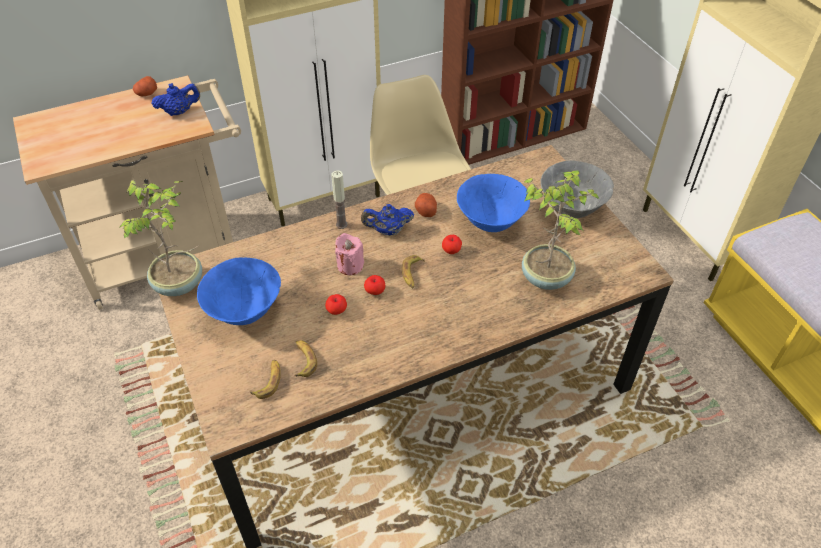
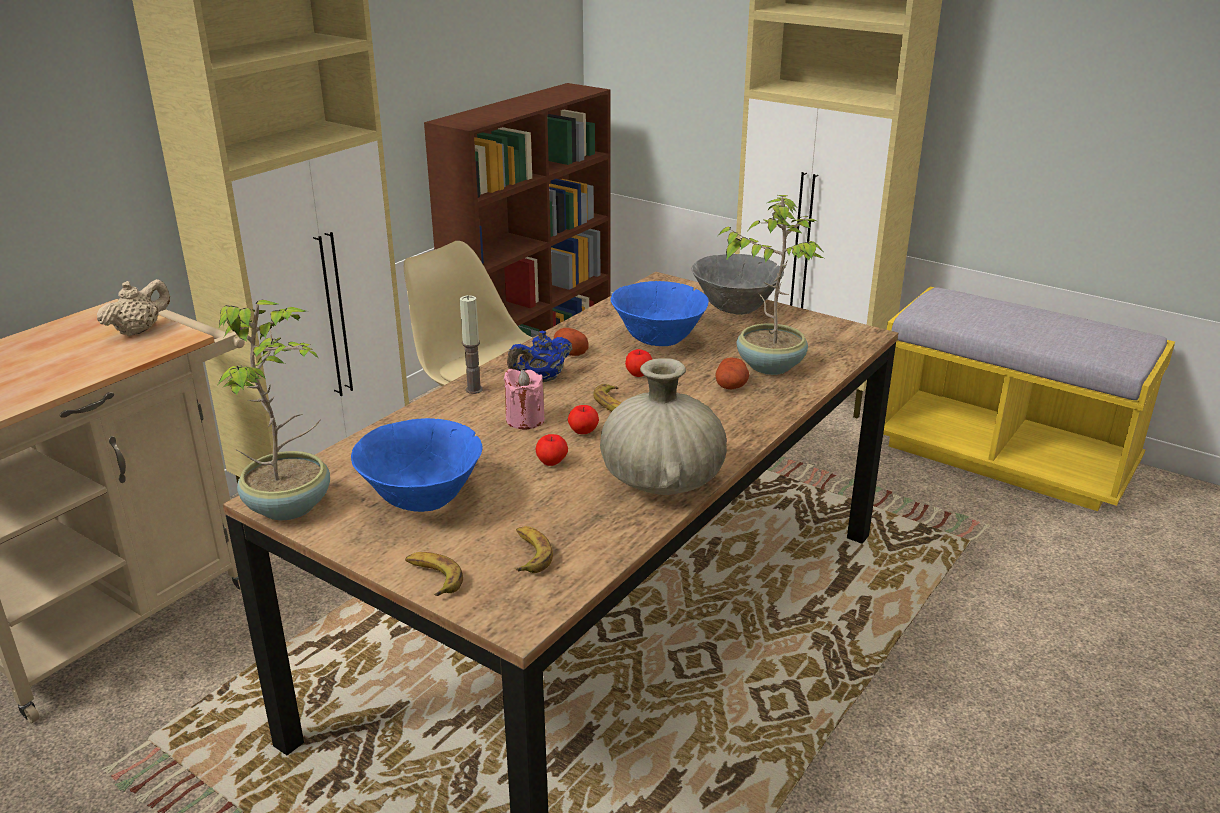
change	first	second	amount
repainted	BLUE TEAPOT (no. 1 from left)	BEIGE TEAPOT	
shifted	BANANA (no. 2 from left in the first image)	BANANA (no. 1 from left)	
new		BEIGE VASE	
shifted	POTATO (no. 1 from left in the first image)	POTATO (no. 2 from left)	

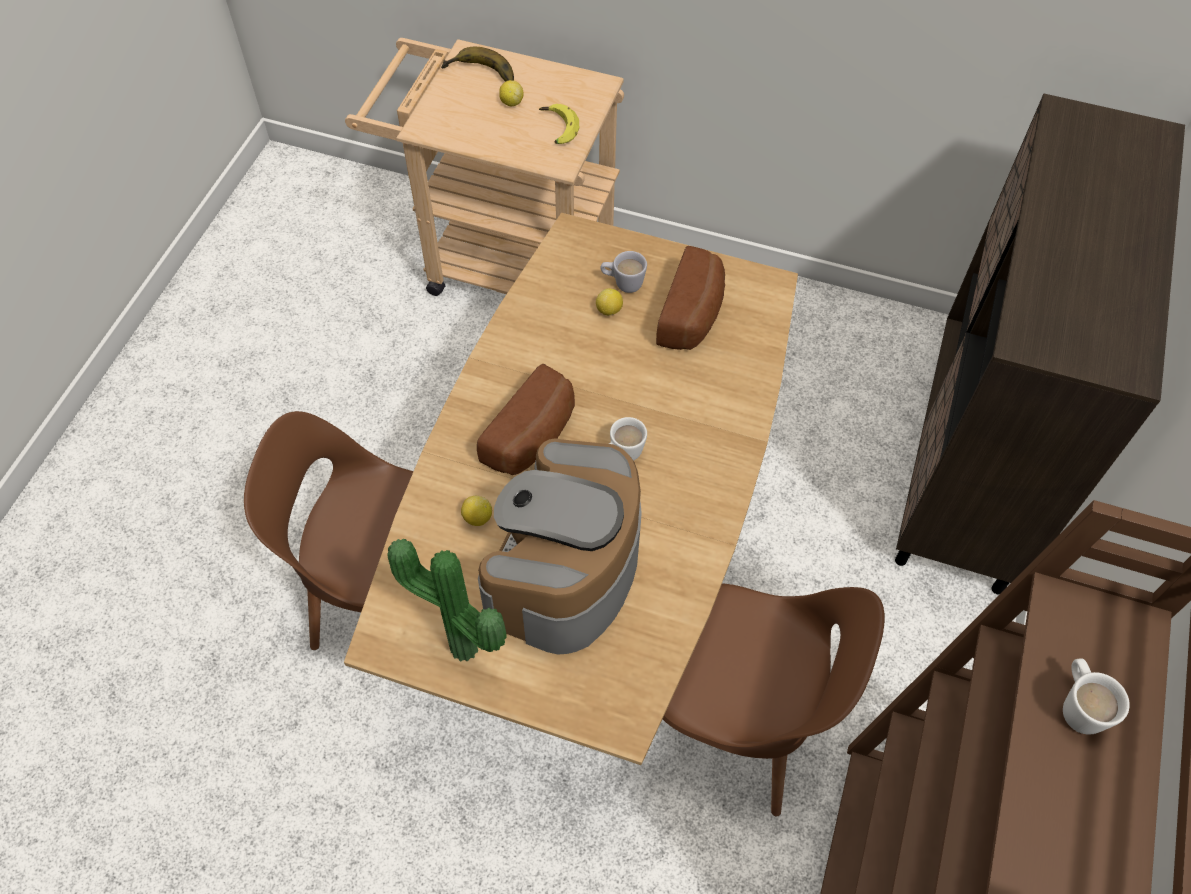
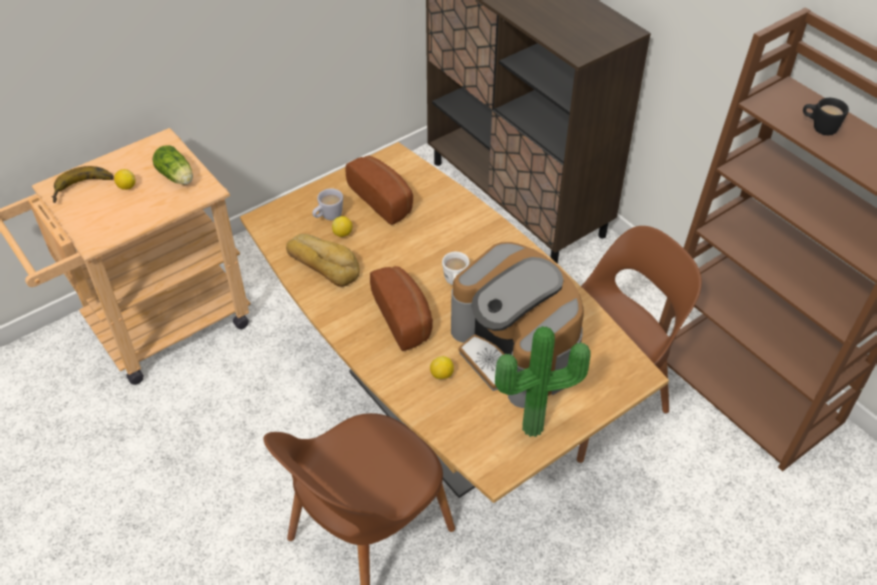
change	first	second	amount
swapped	BANANA (no. 2 from left)	LETTUCE	
new		BREAD (no. 1 from left)	
repainted	WHITE MUG (no. 3 from left)	BLACK MUG	

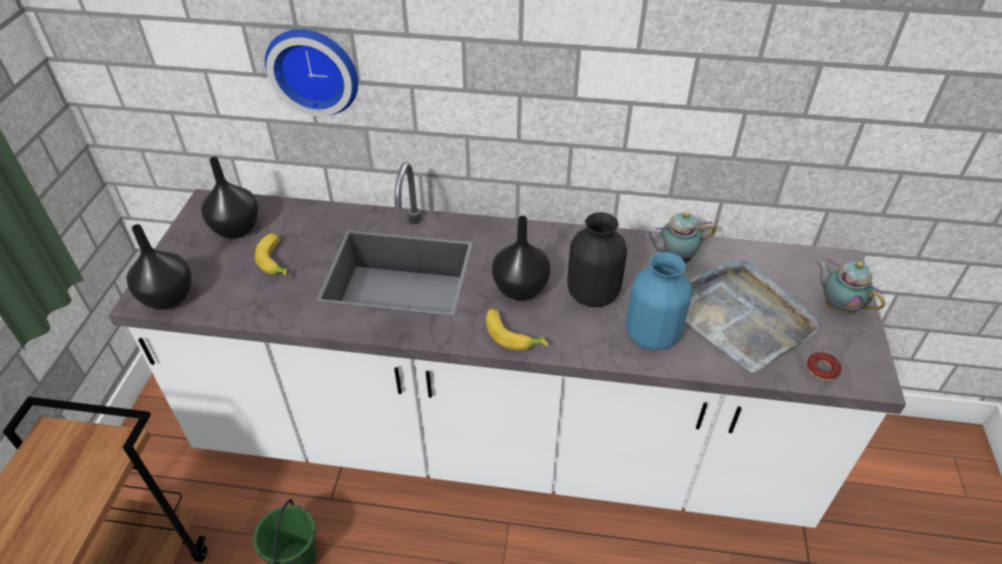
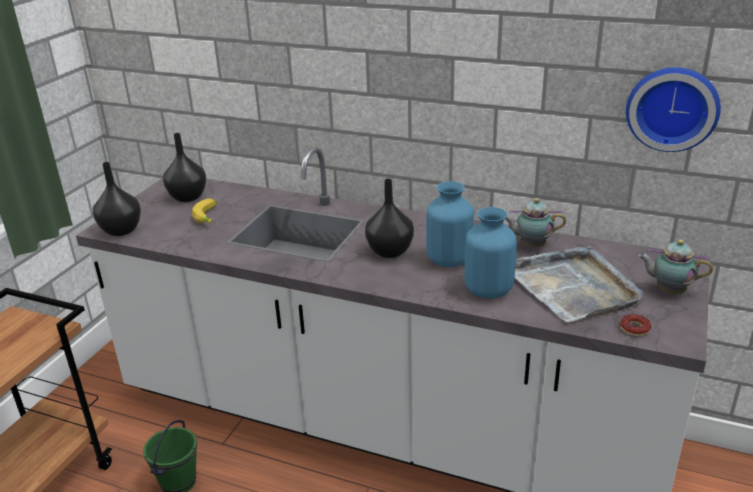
change	first	second	amount
repainted	BLACK VASE (no. 4 from left)	BLUE VASE (no. 1 from left)	
shifted	WALL CLOCK		
rotated	TEAPOT (no. 2 from left)		45 degrees counterclockwise
gone	BANANA (no. 2 from left)		

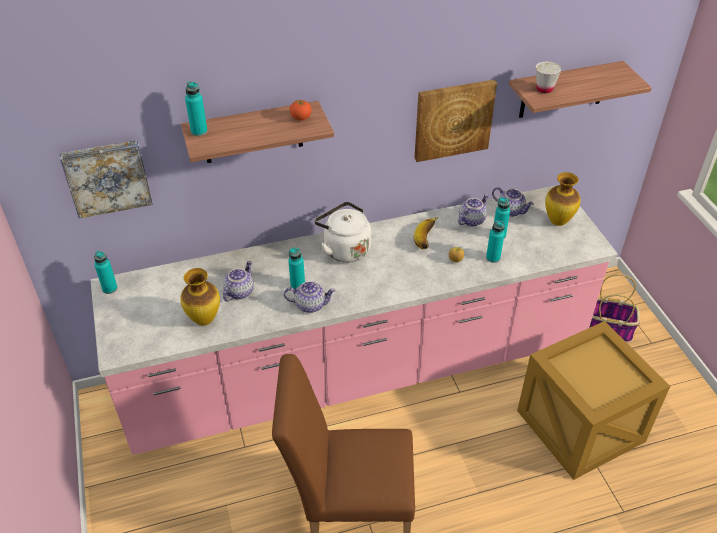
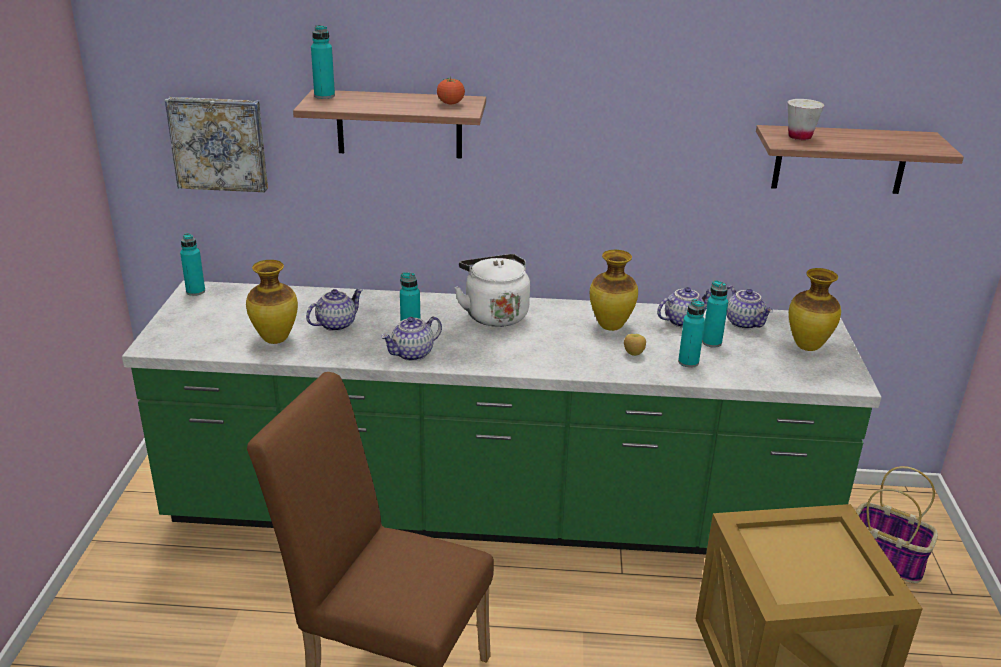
change	first	second	amount
repainted	PINK COUNTER	GREEN COUNTER	
rotated	TEAPOT (no. 2 from left)		120 degrees clockwise
swapped	BANANA	VASE (no. 2 from left)	
gone	PICTURE (no. 2 from left)		

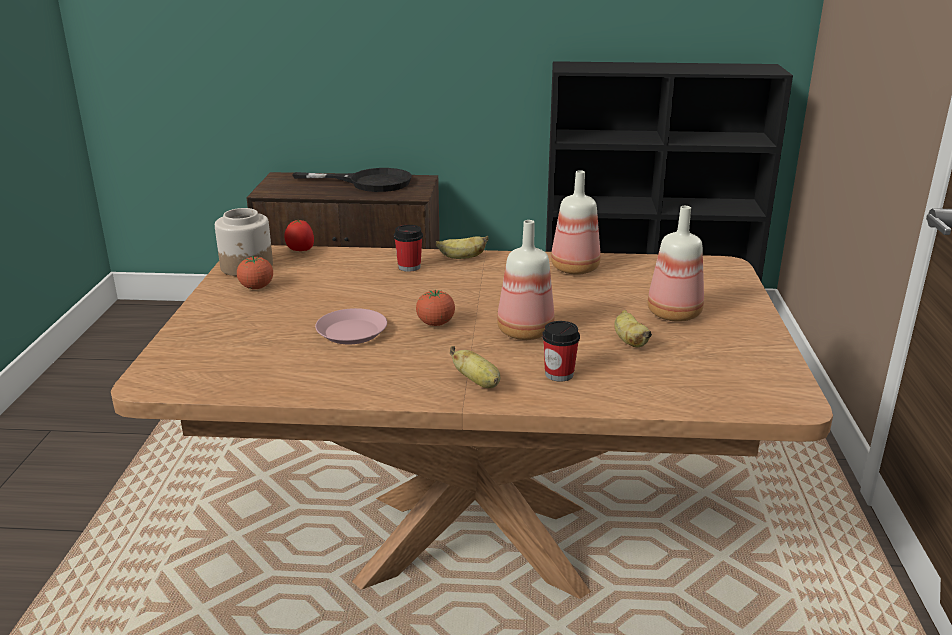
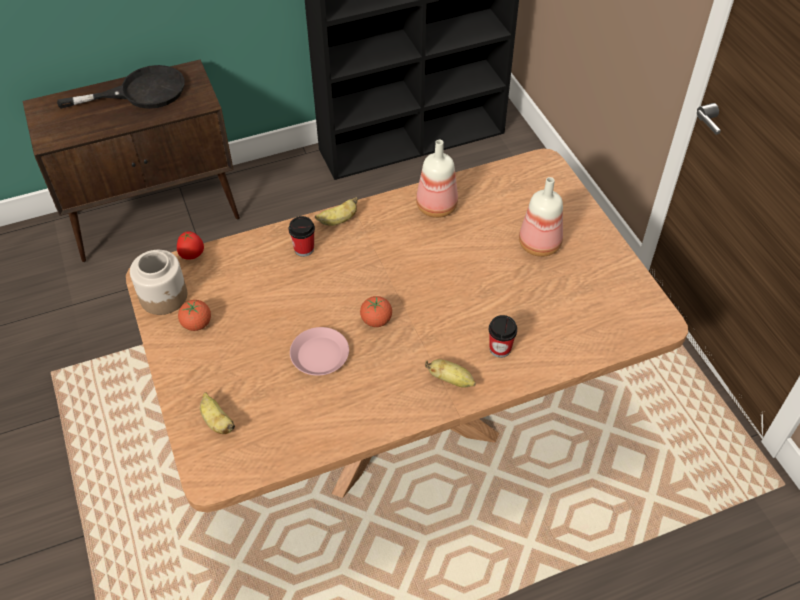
change	first	second	amount
shifted	BANANA (no. 3 from left in the first image)	BANANA (no. 1 from left)	
gone	BOTTLE (no. 1 from left)		

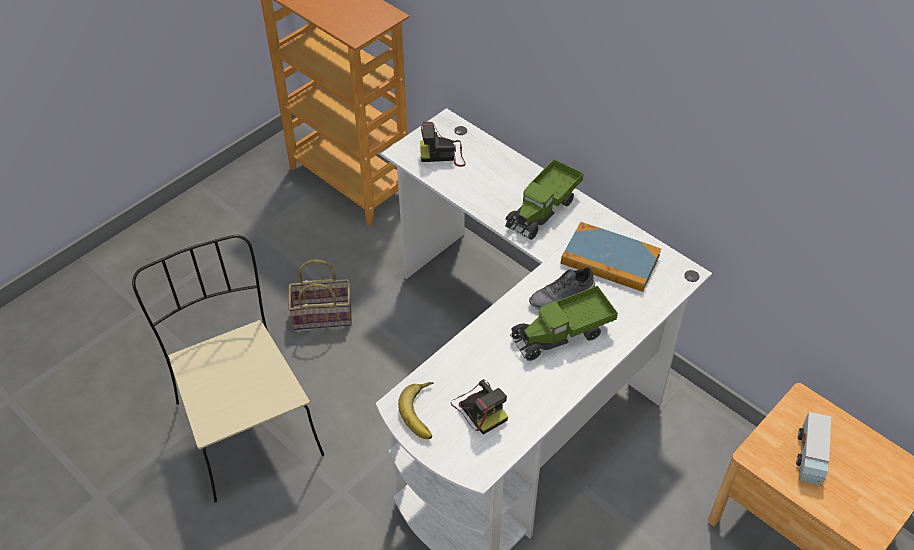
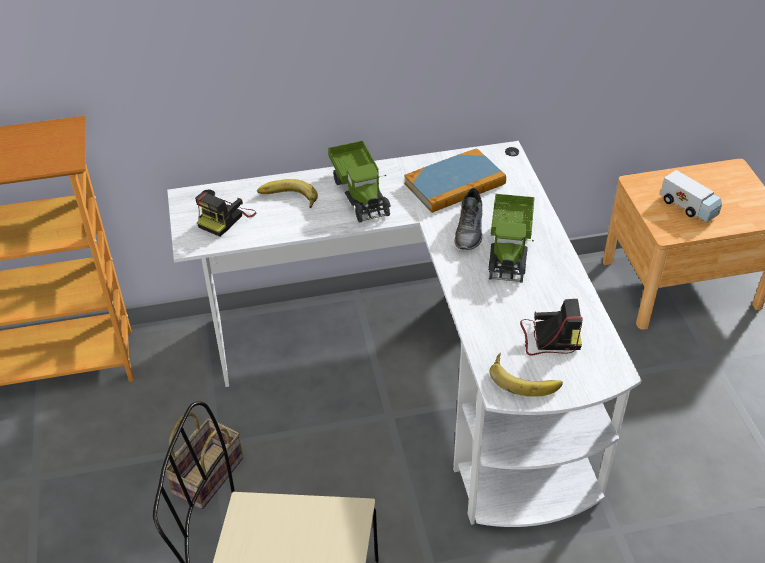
change	first	second	amount
new		BANANA (no. 1 from left)	

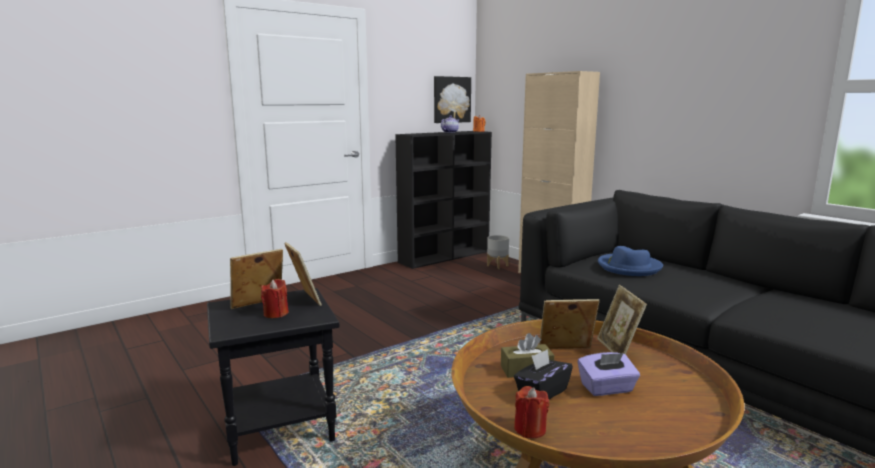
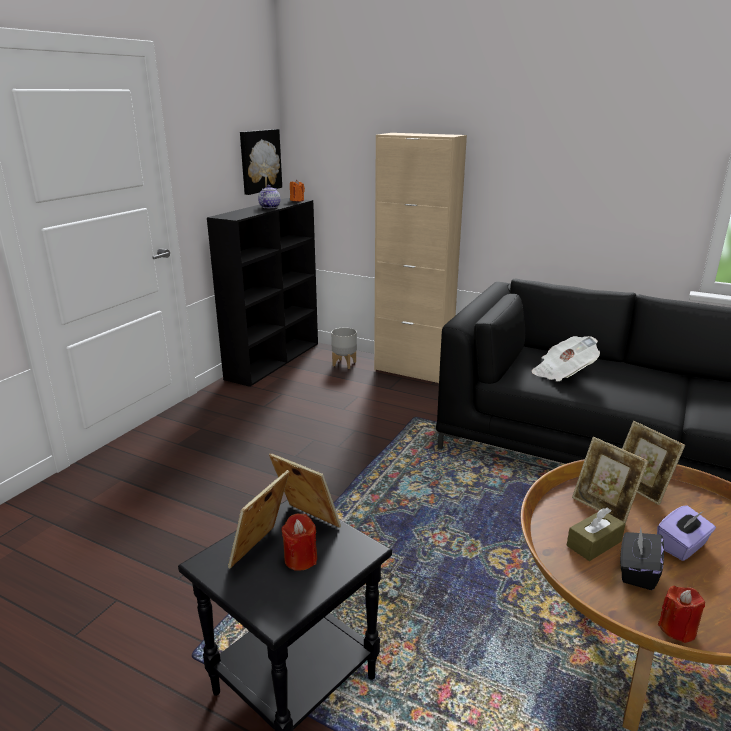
change	first	second	amount
swapped	BLUE HAT	NEWSPAPER	
rotated	PICTURE FRAME (no. 3 from left)		105 degrees counterclockwise

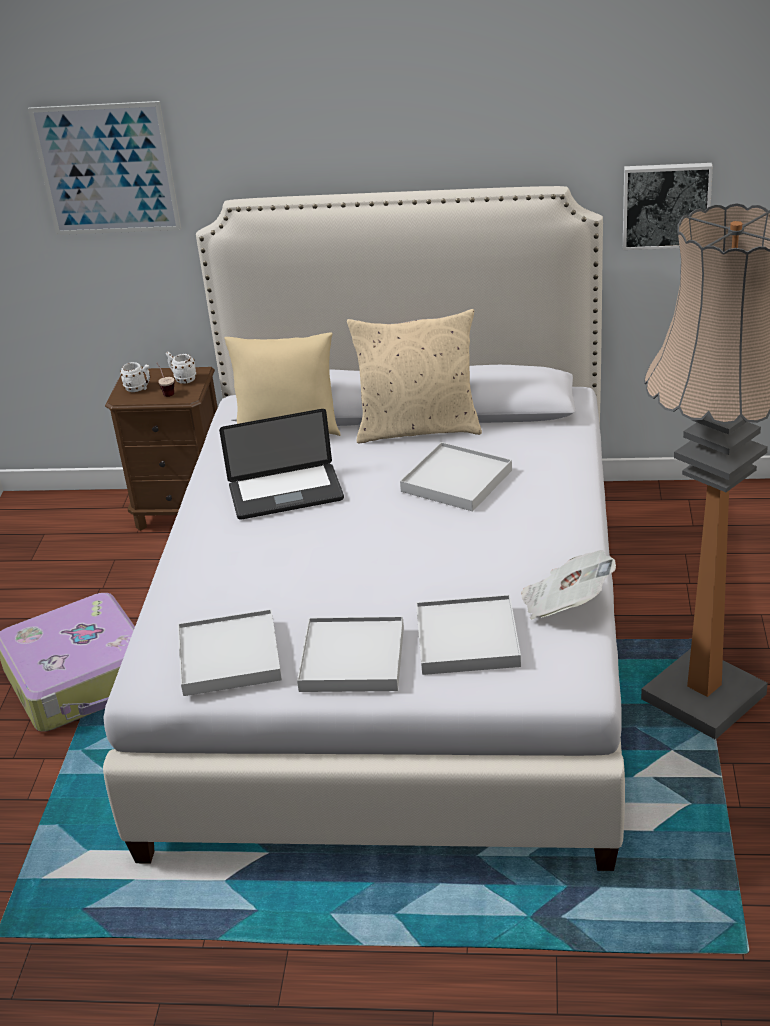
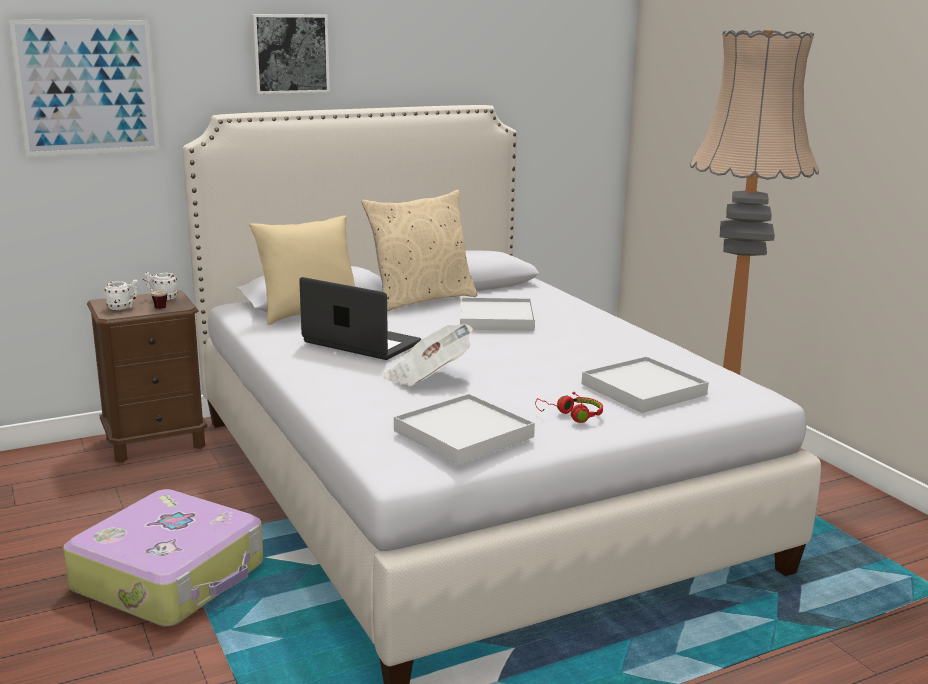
change	first	second	amount
shifted	PICTURE (no. 2 from left)		
rotated	LAPTOP		105 degrees counterclockwise
shifted	NEWSPAPER		
swapped	WHITE TRAY (no. 2 from left)	RED HEADPHONES	

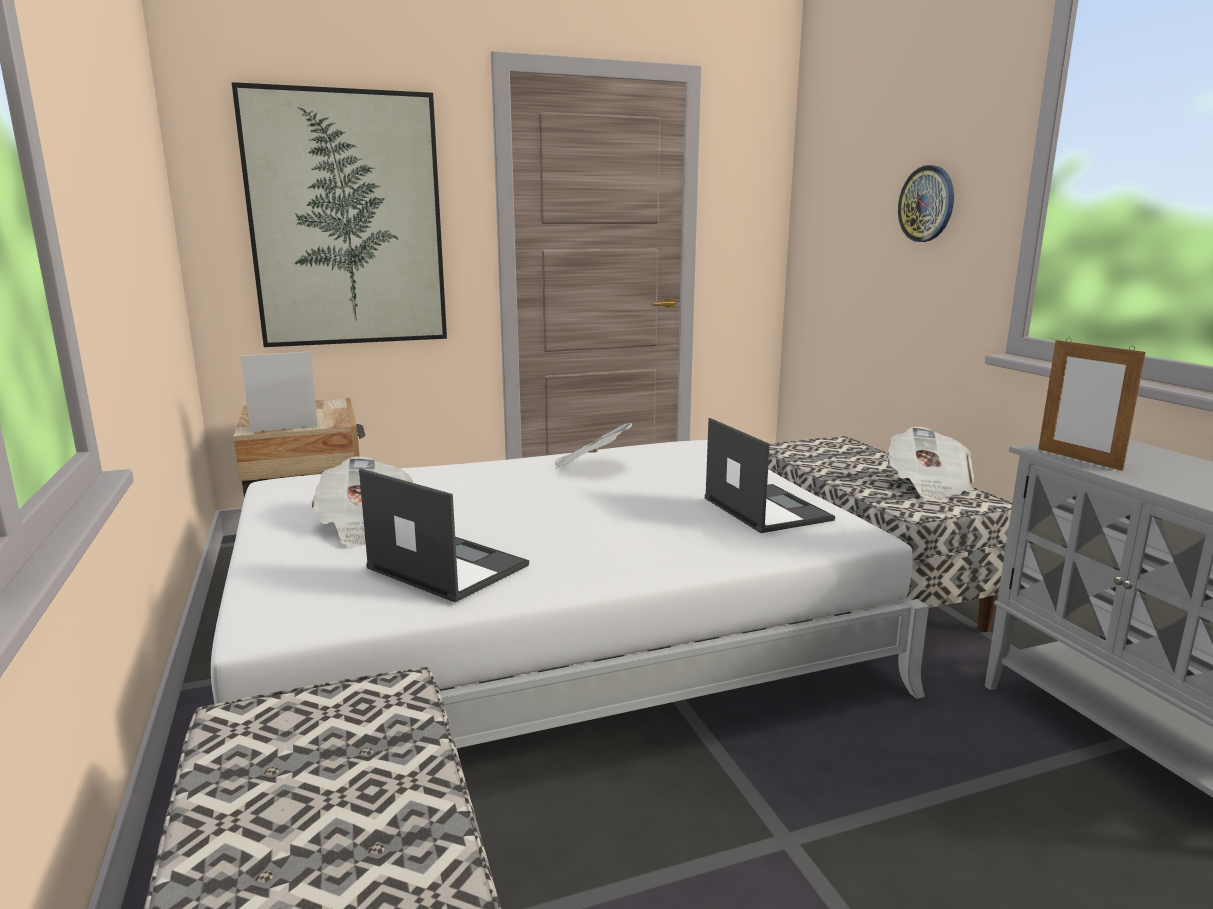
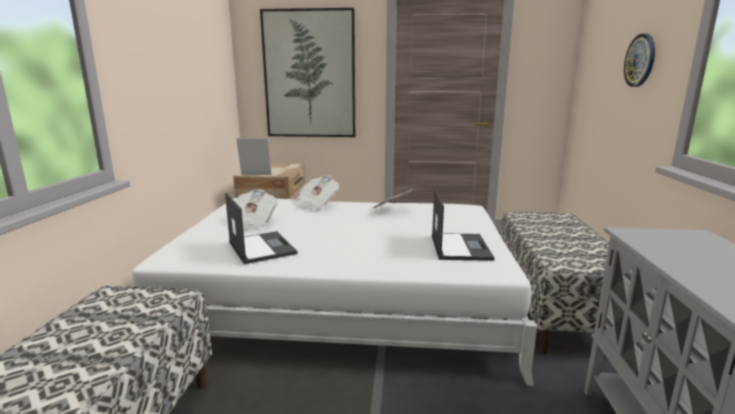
change	first	second	amount
shifted	NEWSPAPER (no. 3 from left in the first image)	NEWSPAPER (no. 2 from left)	
gone	PICTURE FRAME (no. 2 from left)		

